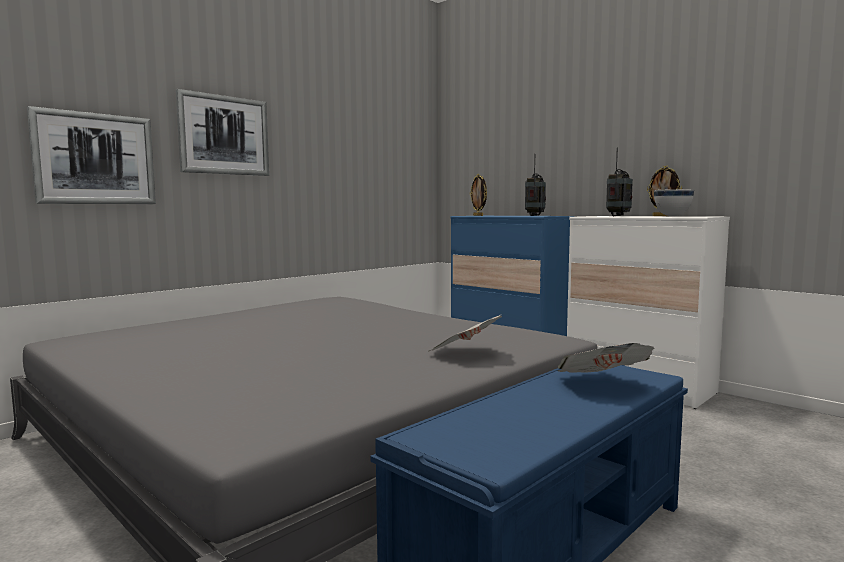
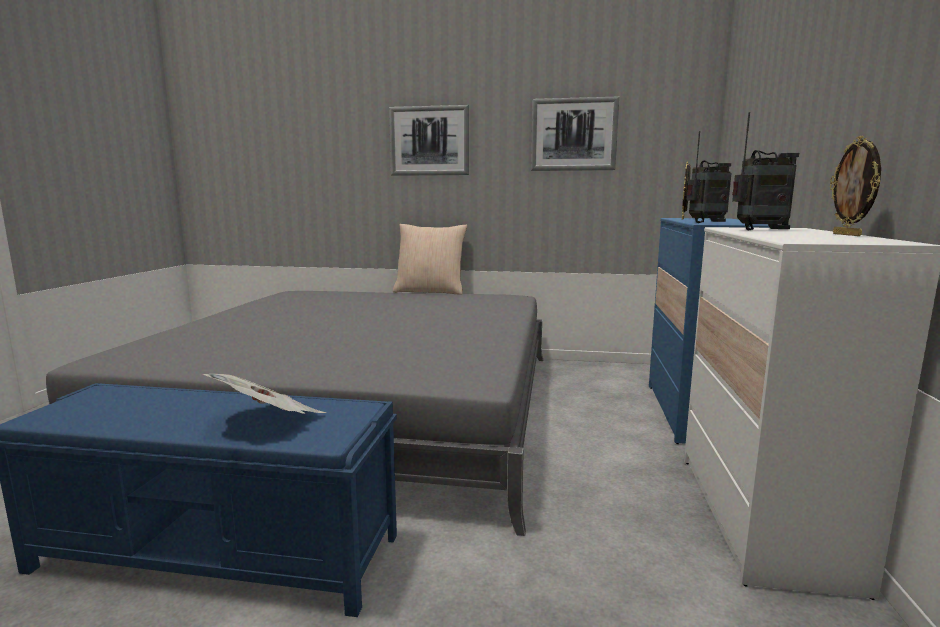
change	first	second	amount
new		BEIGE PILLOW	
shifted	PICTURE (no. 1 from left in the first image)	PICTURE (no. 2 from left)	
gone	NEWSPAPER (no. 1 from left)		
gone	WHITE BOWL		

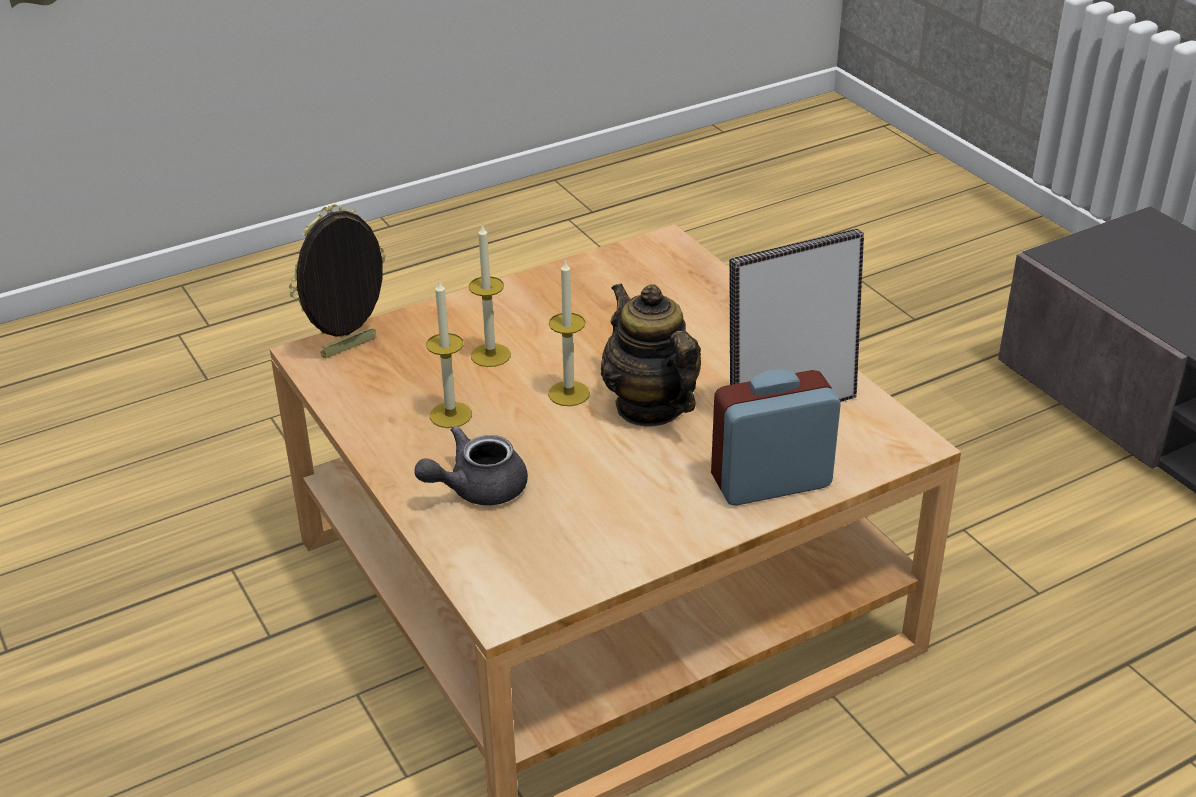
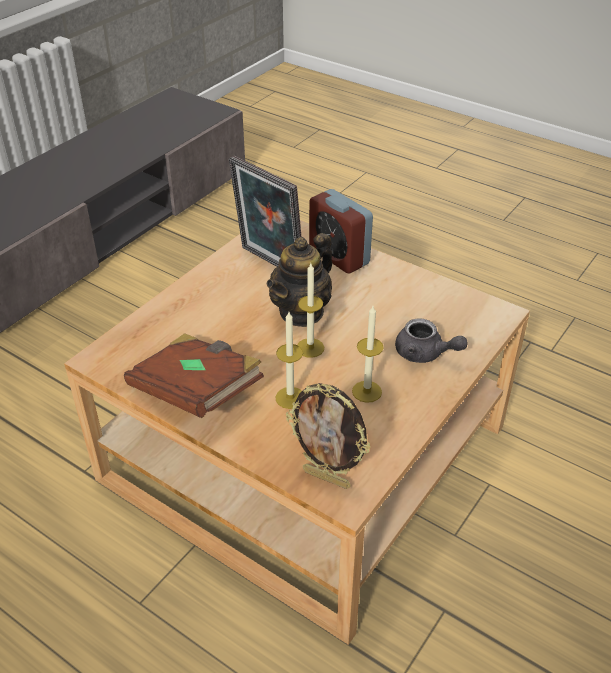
change	first	second	amount
new		BROWN BOOK	

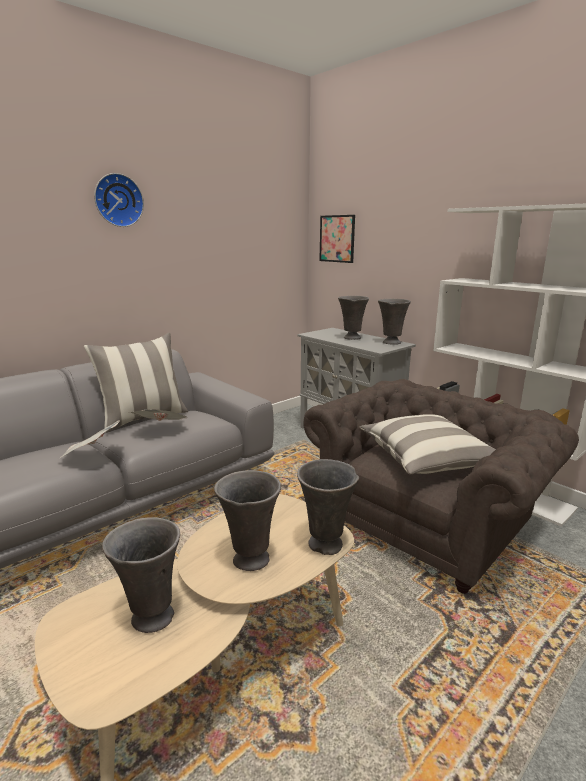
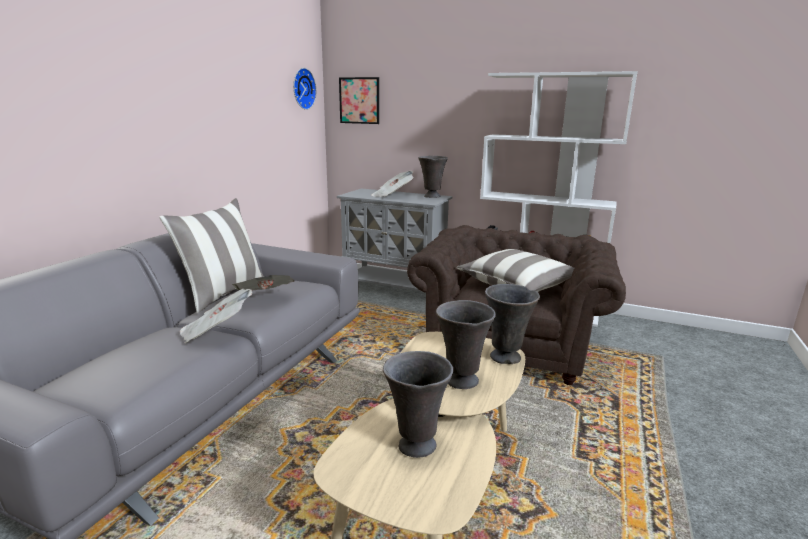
change	first	second	amount
shifted	WALL CLOCK		
swapped	GREY VASE (no. 4 from left)	NEWSPAPER (no. 3 from left)	

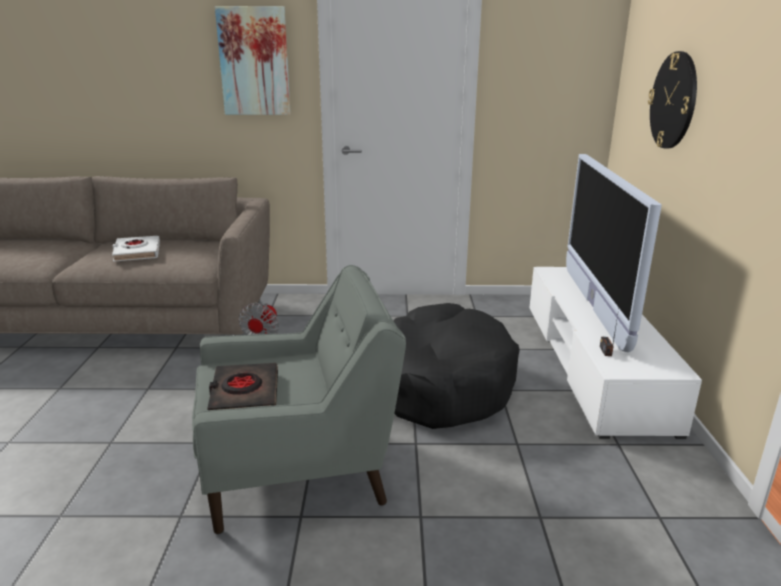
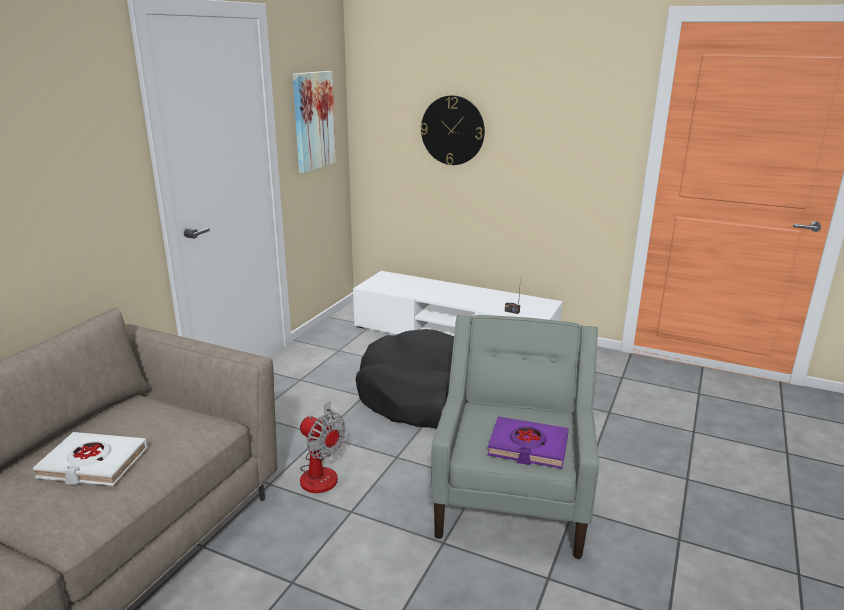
change	first	second	amount
shifted	PICTURE		
repainted	BLACK BOOK	PURPLE BOOK	
gone	TELEVISION		

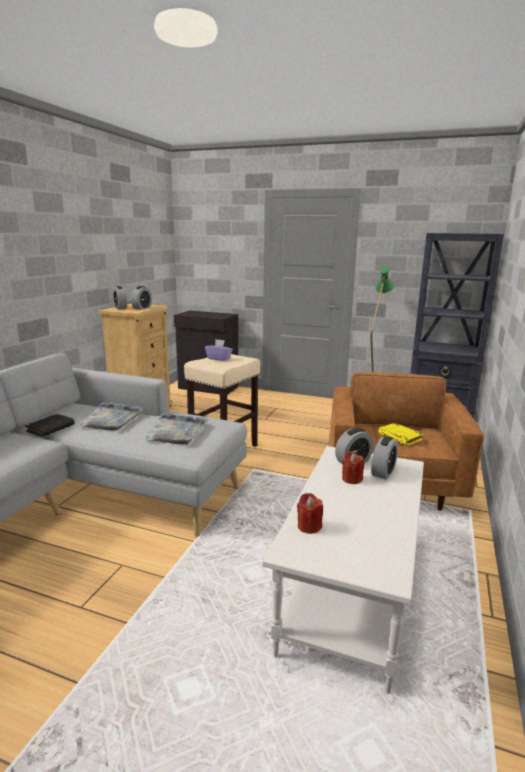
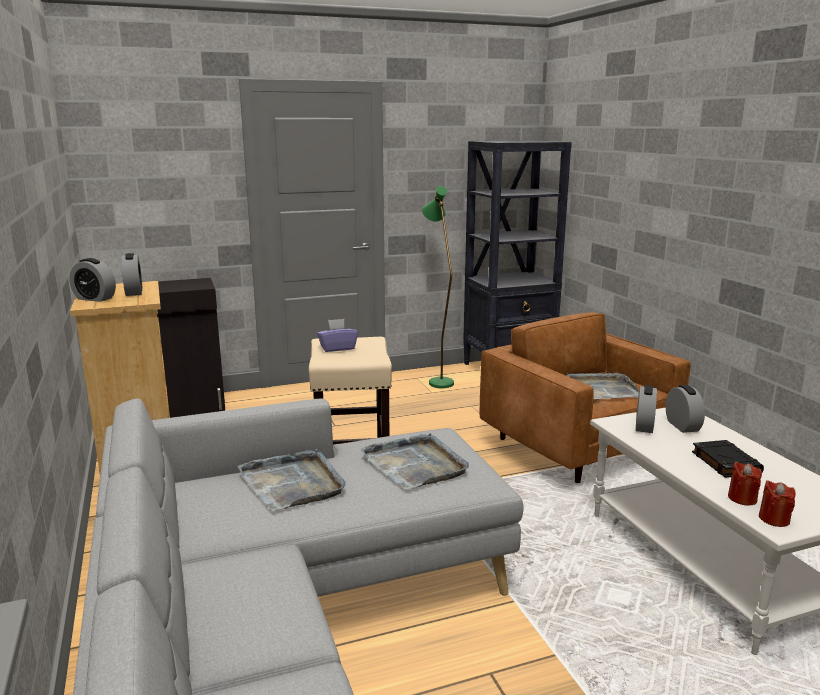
change	first	second	amount
swapped	YELLOW BOOK	GREY TRAY (no. 3 from left)	
shifted	BLACK BOOK		
shifted	RED CANDLE (no. 2 from left)		

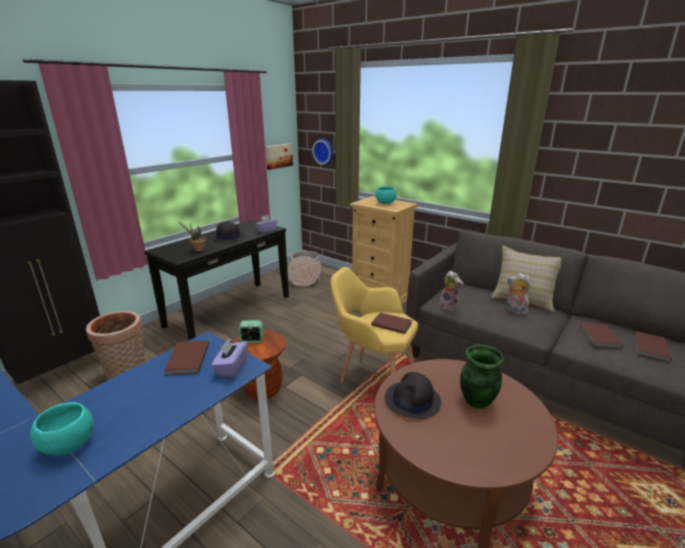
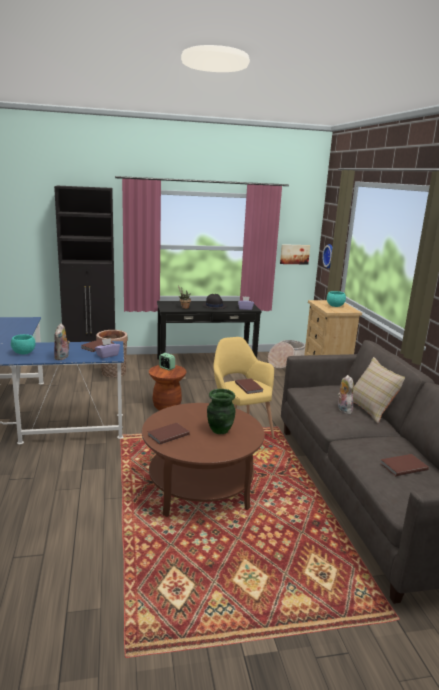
change	first	second	amount
shifted	PLUSH TOY (no. 1 from left)		
shifted	BROWN BOOK (no. 3 from left in the first image)	BROWN BOOK (no. 2 from left)	
gone	BLACK HAT (no. 2 from left)		

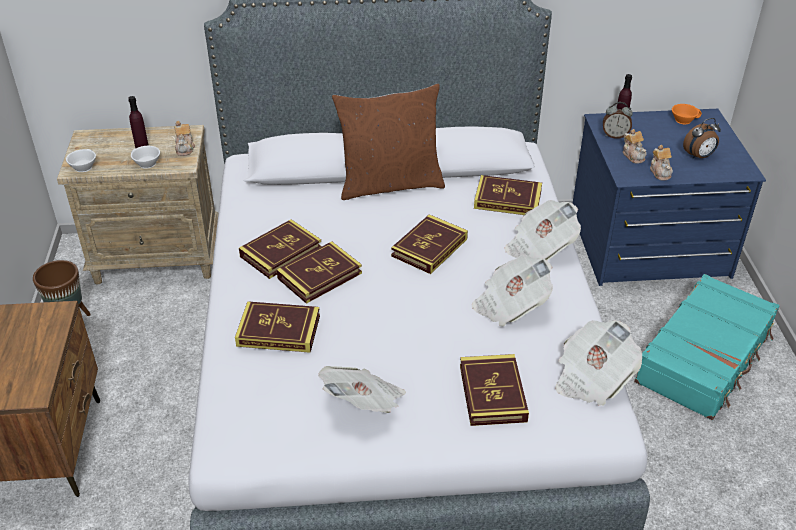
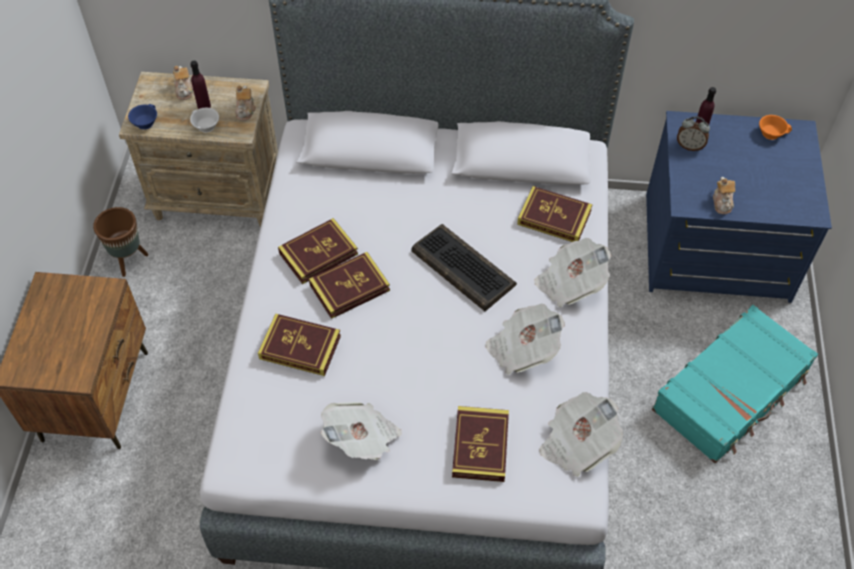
change	first	second	amount
repainted	WHITE CUP (no. 1 from left)	BLUE CUP	
shifted	TEAPOT (no. 2 from left in the first image)	TEAPOT (no. 1 from left)	
swapped	BOOK (no. 4 from left)	KEYBOARD	
gone	BROWN PILLOW		
gone	ALARM CLOCK (no. 2 from left)		

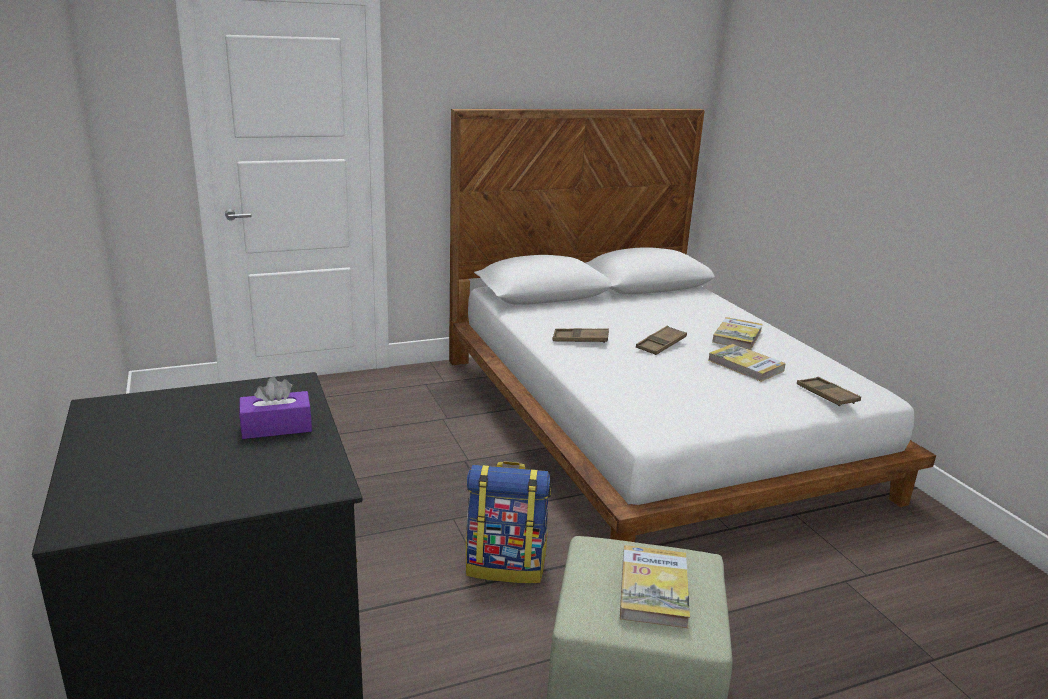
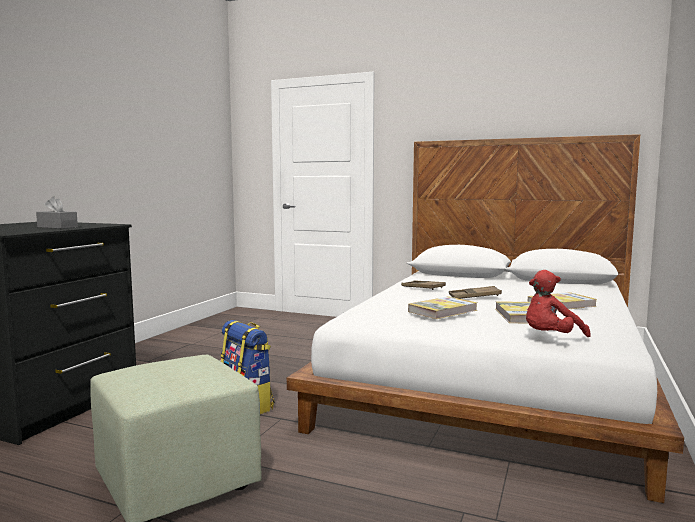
change	first	second	amount
repainted	PURPLE TISSUE BOX	GREY TISSUE BOX	
shifted	BOOK (no. 1 from left)		
swapped	BROWN TRAY (no. 3 from left)	RED PLUSH TOY	

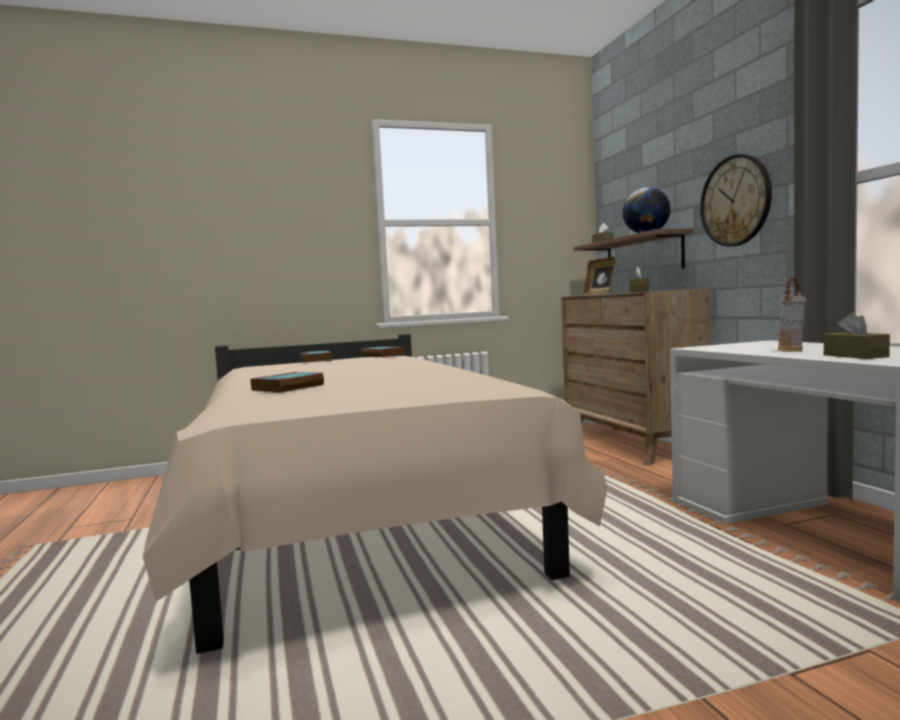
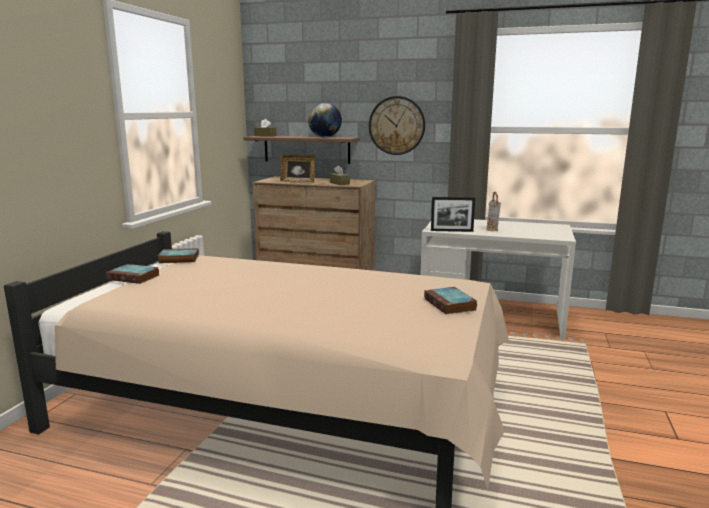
change	first	second	amount
shifted	BOOK (no. 1 from left in the first image)	BOOK (no. 3 from left)	
new		PICTURE FRAME (no. 2 from left)	
gone	BROWN TISSUE BOX (no. 3 from left)		

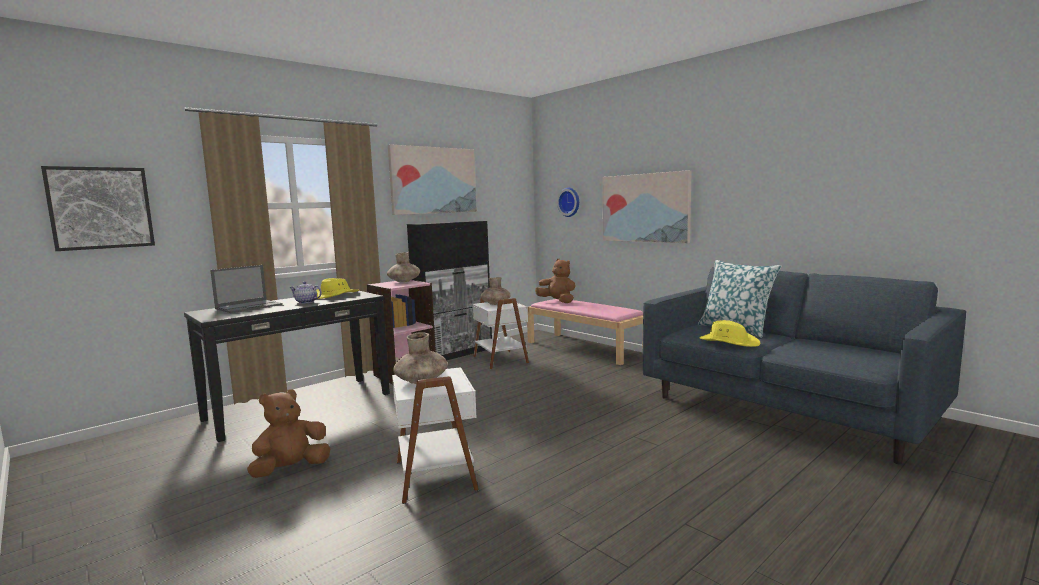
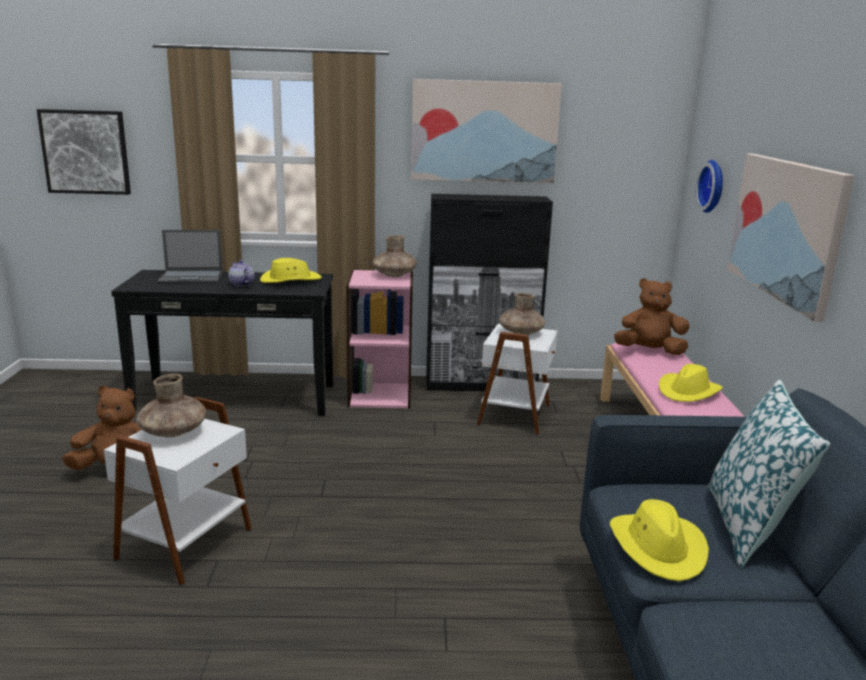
change	first	second	amount
rotated	BROWN PLUSH TOY (no. 2 from left)		75 degrees counterclockwise
new		YELLOW HAT (no. 3 from left)	

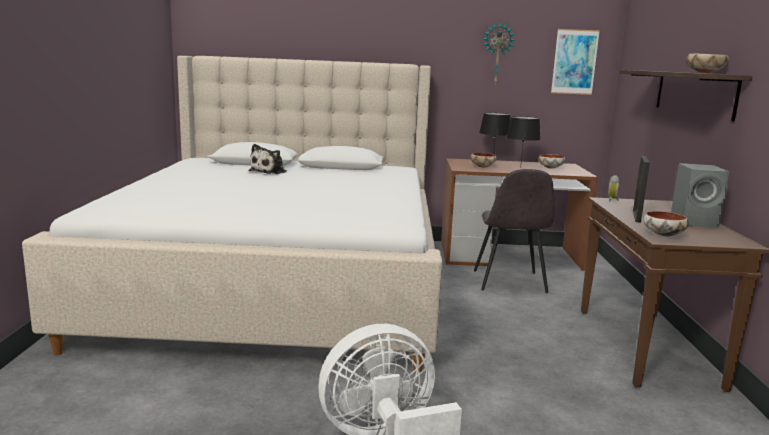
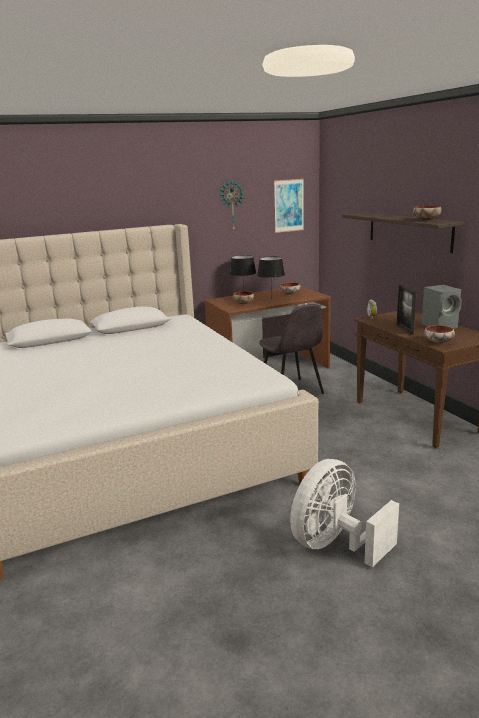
change	first	second	amount
gone	PLUSH TOY		

